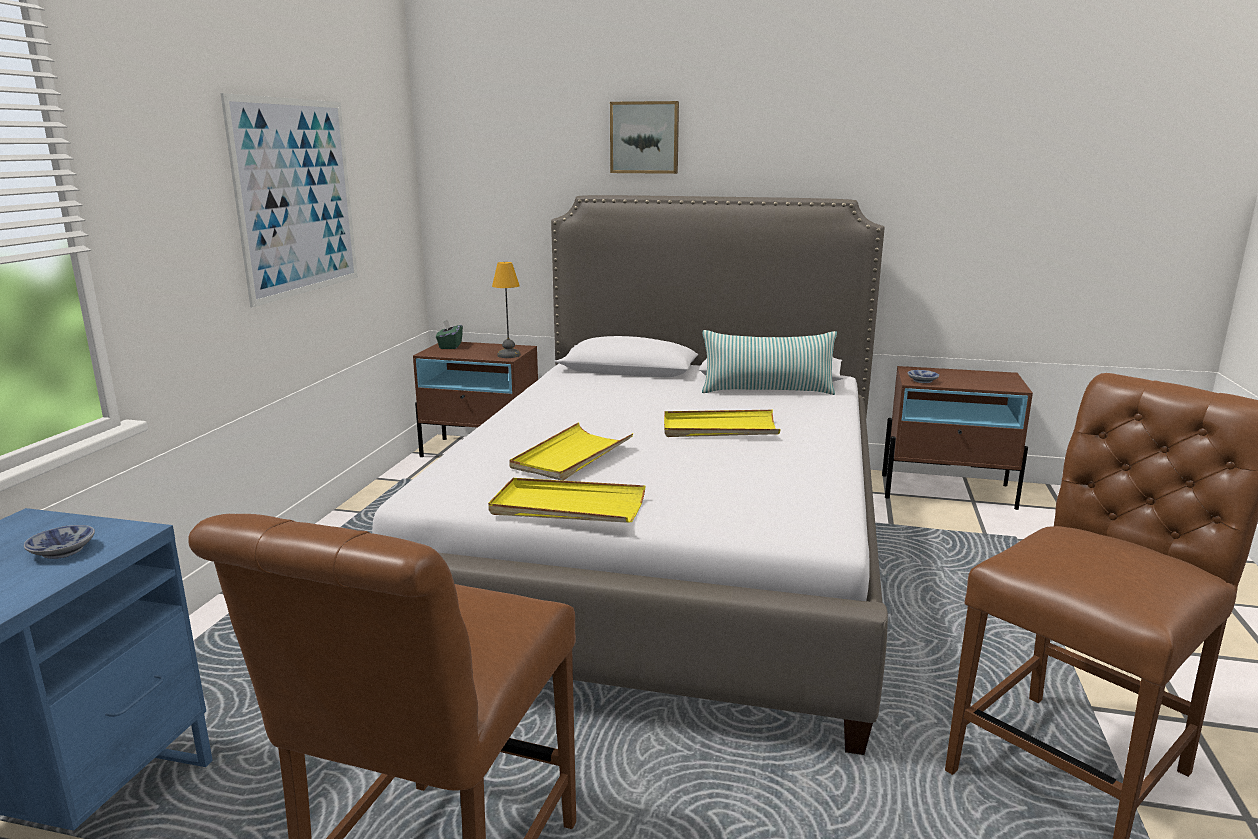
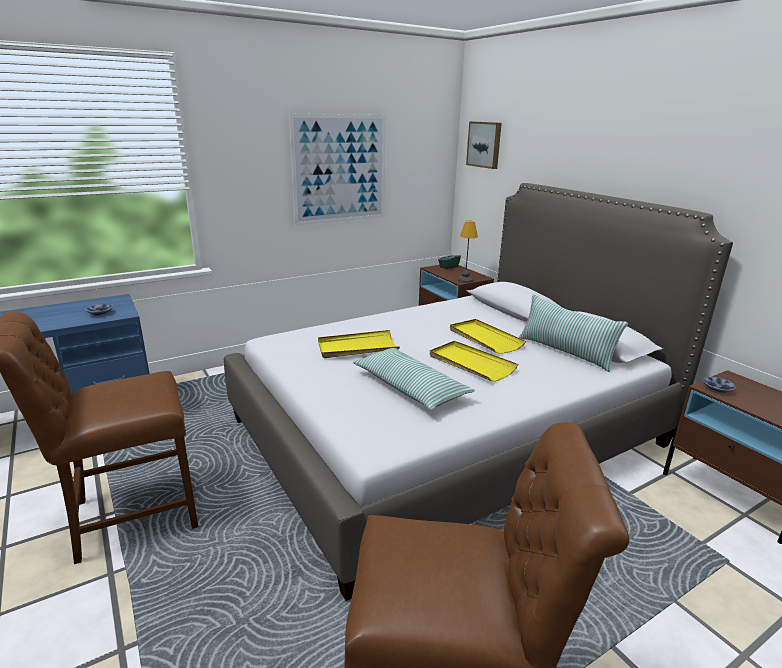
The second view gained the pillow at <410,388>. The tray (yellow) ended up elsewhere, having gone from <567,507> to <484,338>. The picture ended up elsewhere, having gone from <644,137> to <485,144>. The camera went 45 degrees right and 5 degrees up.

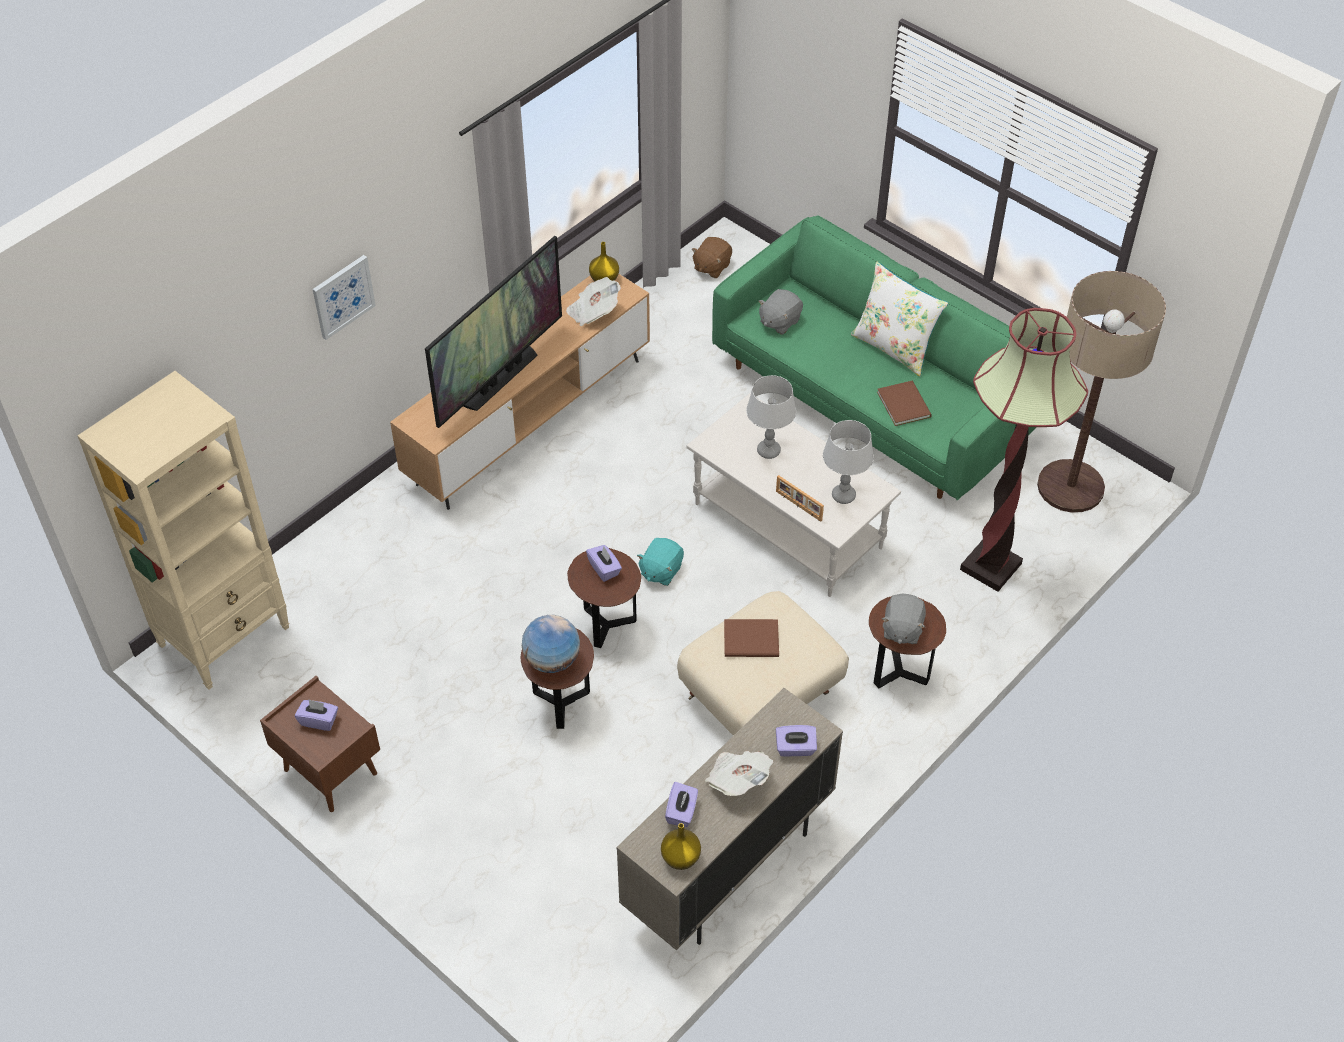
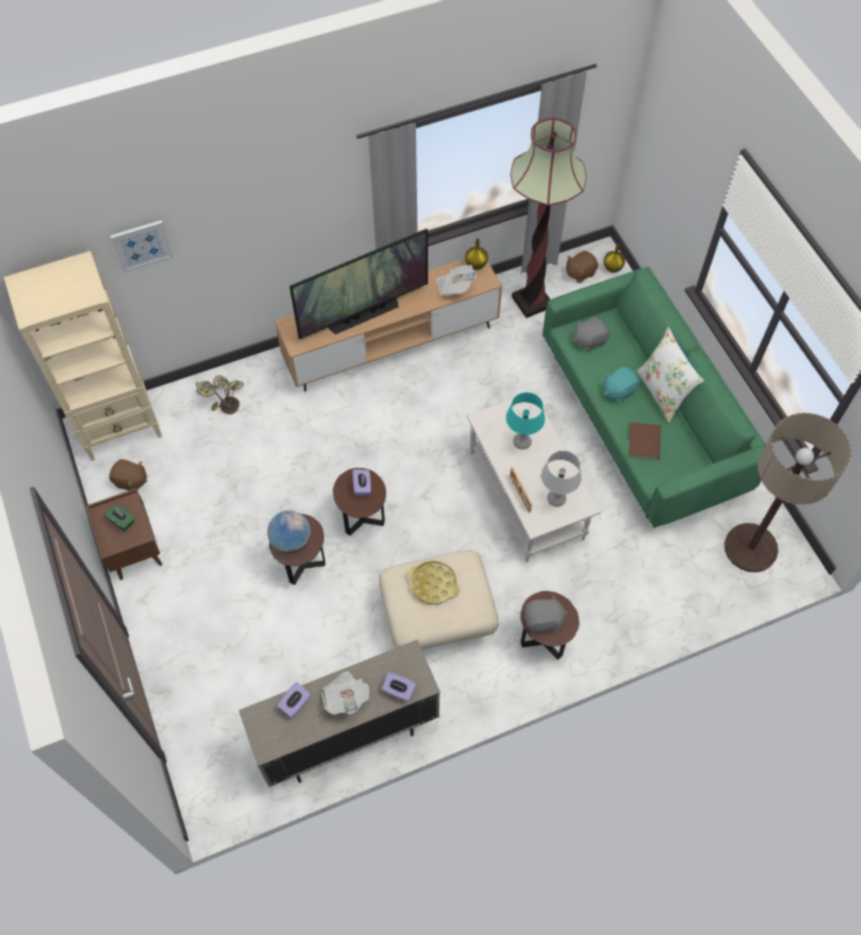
The second view gained the plush toy (brown) at <131,481>. The second view gained the potted plant at <221,398>. The picture ended up elsewhere, having gone from <343,296> to <141,245>. The plush toy (turquoise) ended up elsewhere, having gone from <660,571> to <619,390>. The vase (yellow) ended up elsewhere, having gone from <679,858> to <612,267>. The floor lamp ended up elsewhere, having gone from <991,567> to <532,302>. Where the book (brown) stood at <753,641>, the tray (yellow) came to stand at <433,584>. What was the tissue box (purple) at <319,720> turned into the tissue box (green) at <122,521>. What was the table lamp (grey) at <769,451> turned into the table lamp (turquoise) at <522,442>. The plush toy (grey) at <901,629> ended up facing another way, 135 degrees counterclockwise from before. The camera went 25 degrees right and 10 degrees up.

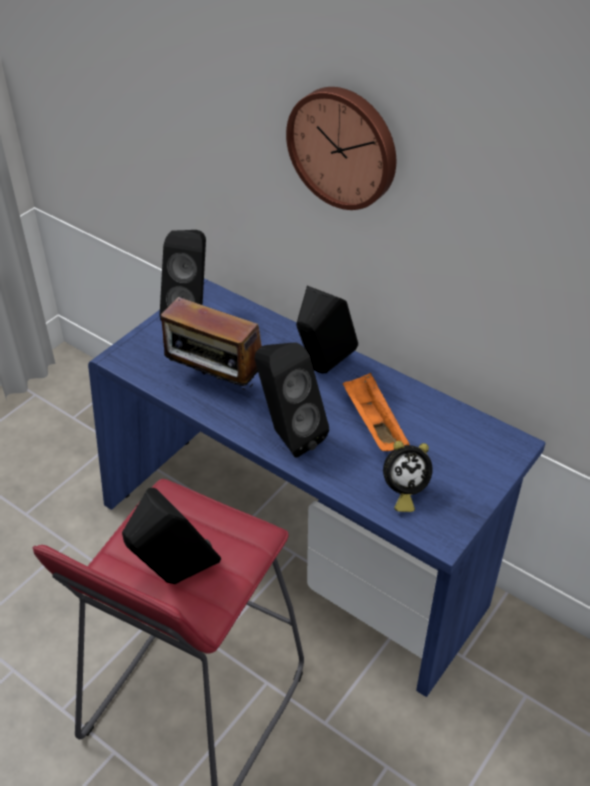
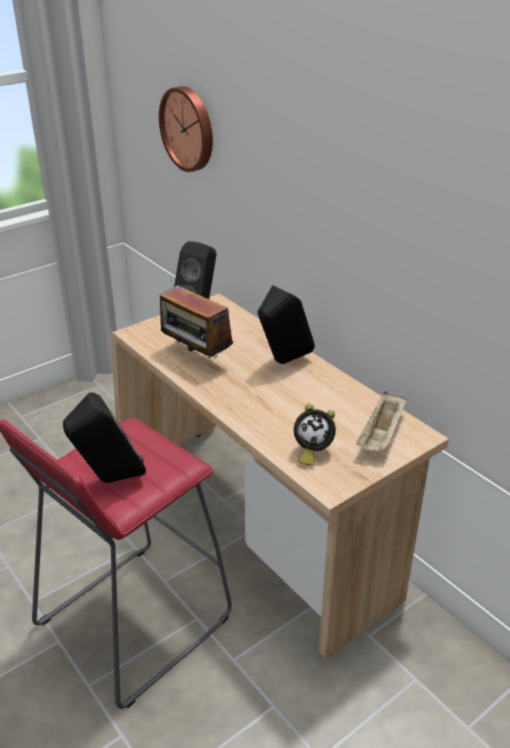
The second view lost the speaker (black) at <287,435>. The second view lost the tray (orange) at <373,424>. The second view gained the tray (beige) at <381,435>. The wall clock ended up elsewhere, having gone from <344,147> to <189,129>. What was the desk (blue) at <295,552> turned into the desk (beige) at <255,527>. The camera went 15 degrees right and 10 degrees down.

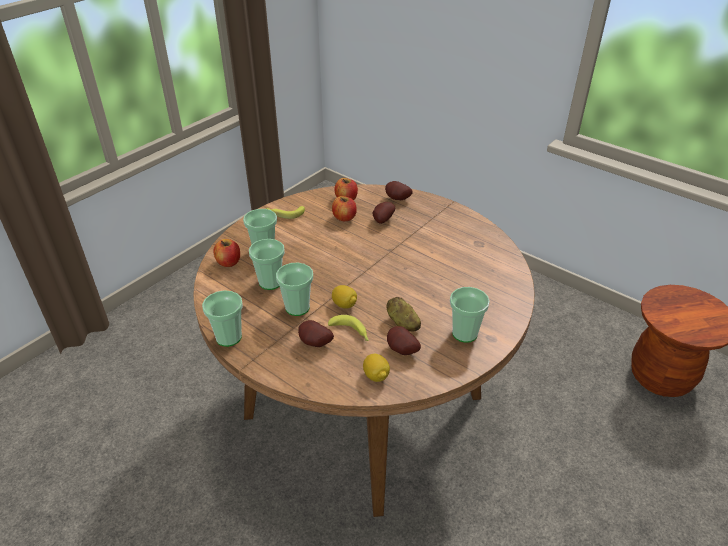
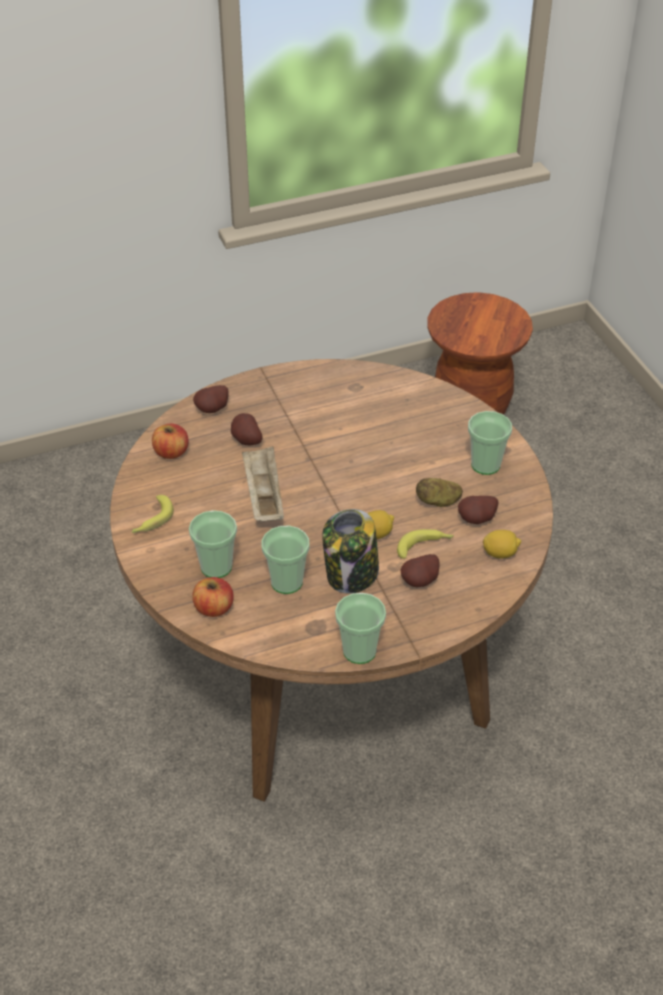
The second view lost the apple at <344,217>. The second view gained the tray (beige) at <263,496>. Where the cup stood at <297,307>, the jar came to stand at <351,574>. The camera went 60 degrees left and 5 degrees up.

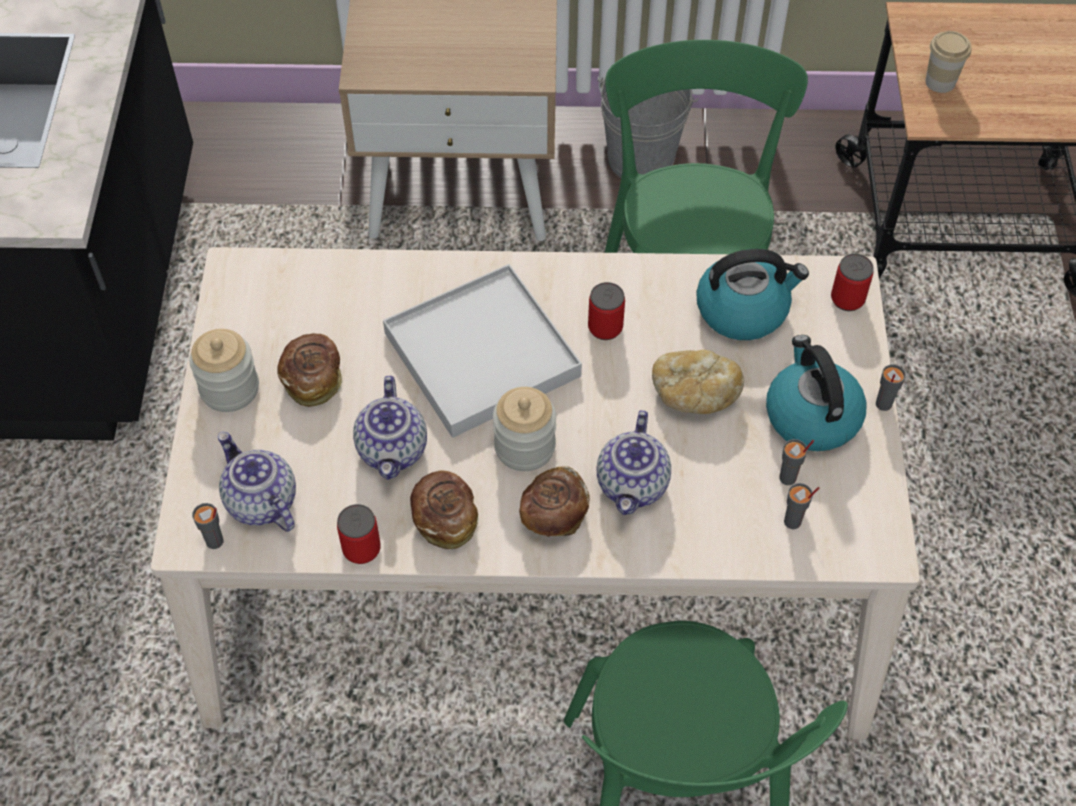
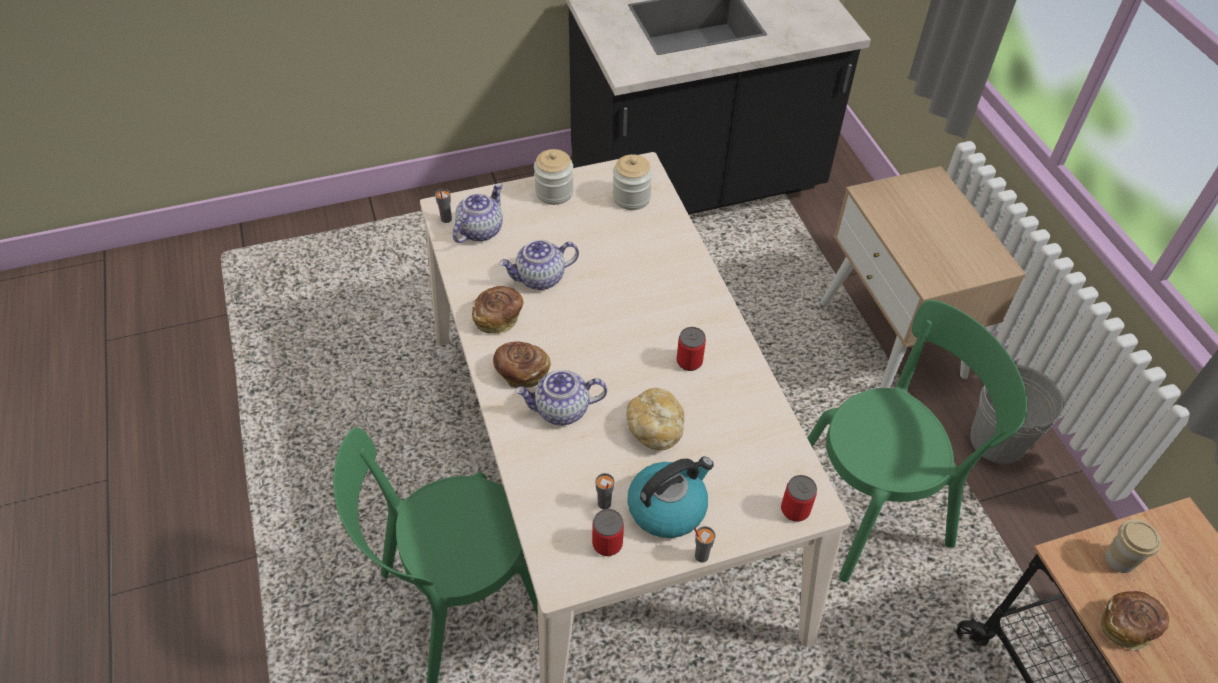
The second view lost the tray (white) at <482,355>. The second view lost the kettle at <743,309>. The second view lost the cup (grey) at <793,522>. The bread ended up elsewhere, having gone from <313,379> to <1128,625>. The can ended up elsewhere, having gone from <361,549> to <607,544>. The jar ended up elsewhere, having gone from <524,446> to <631,198>. The camera went 70 degrees right and 5 degrees down.

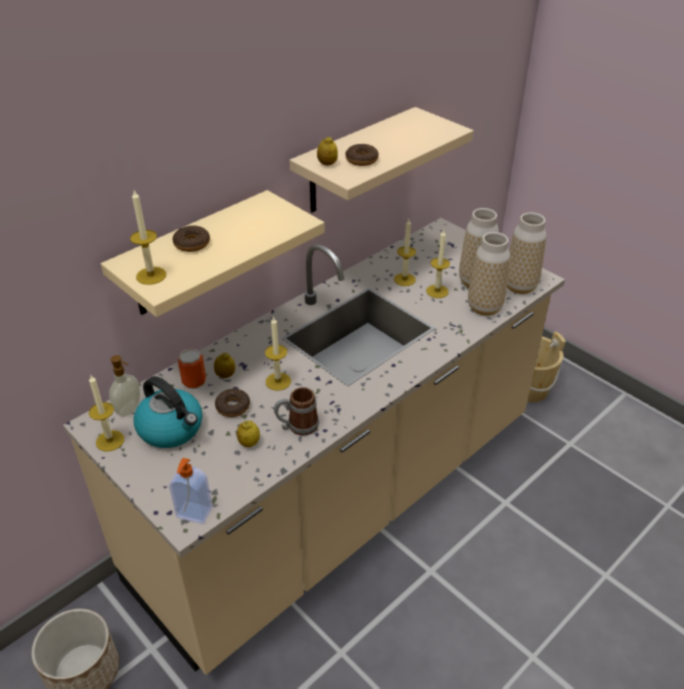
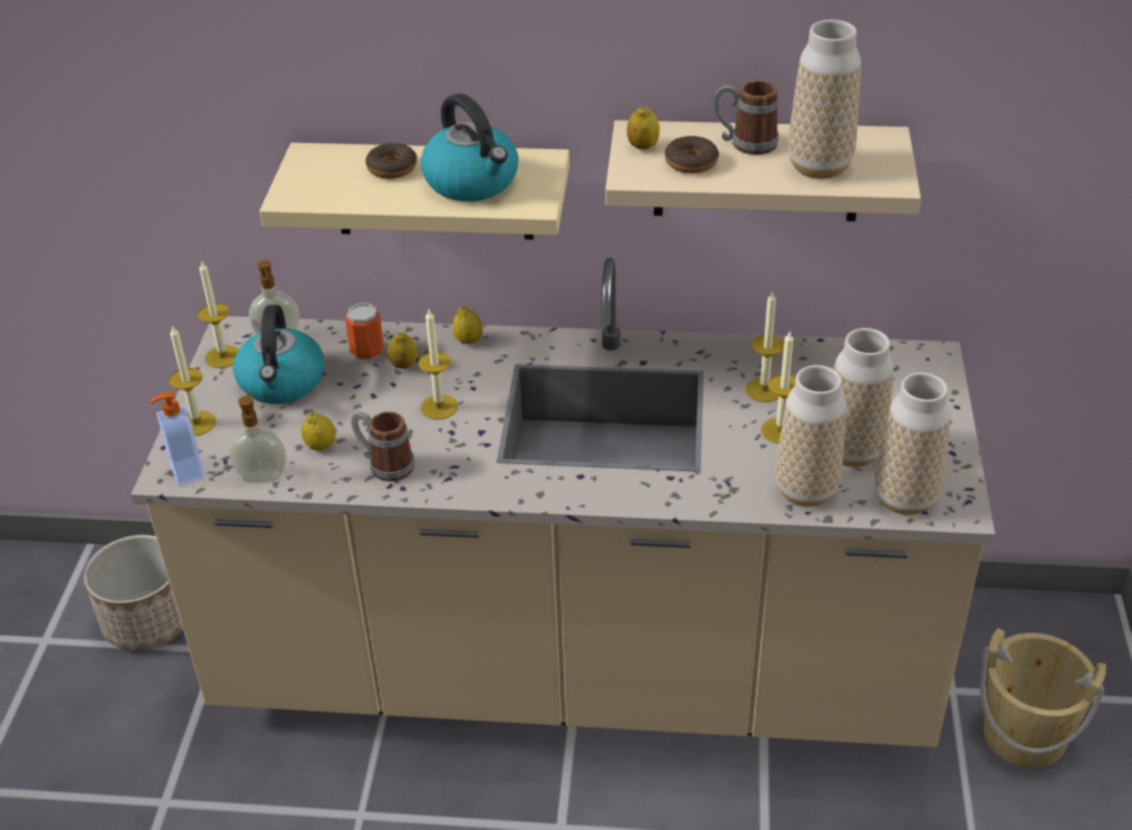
The second view lost the donut at <233,407>. The second view gained the soap dispenser at <262,476>. The second view gained the kettle at <473,182>. The second view gained the lemon at <468,340>. The second view gained the mug at <745,143>. The second view gained the vase at <819,167>. The candle ended up elsewhere, having gone from <151,275> to <197,423>. The camera went 50 degrees right and 0 degrees up.

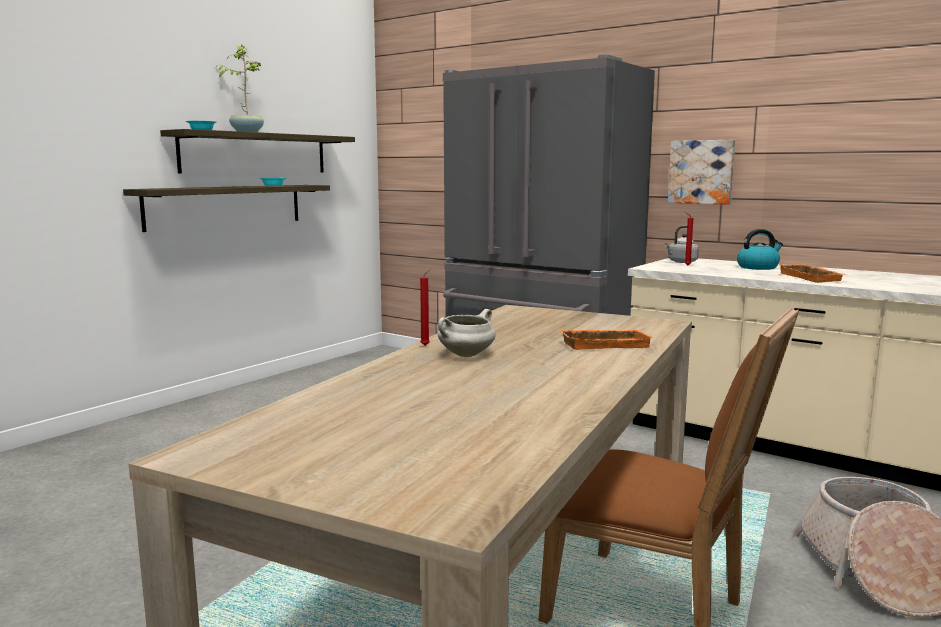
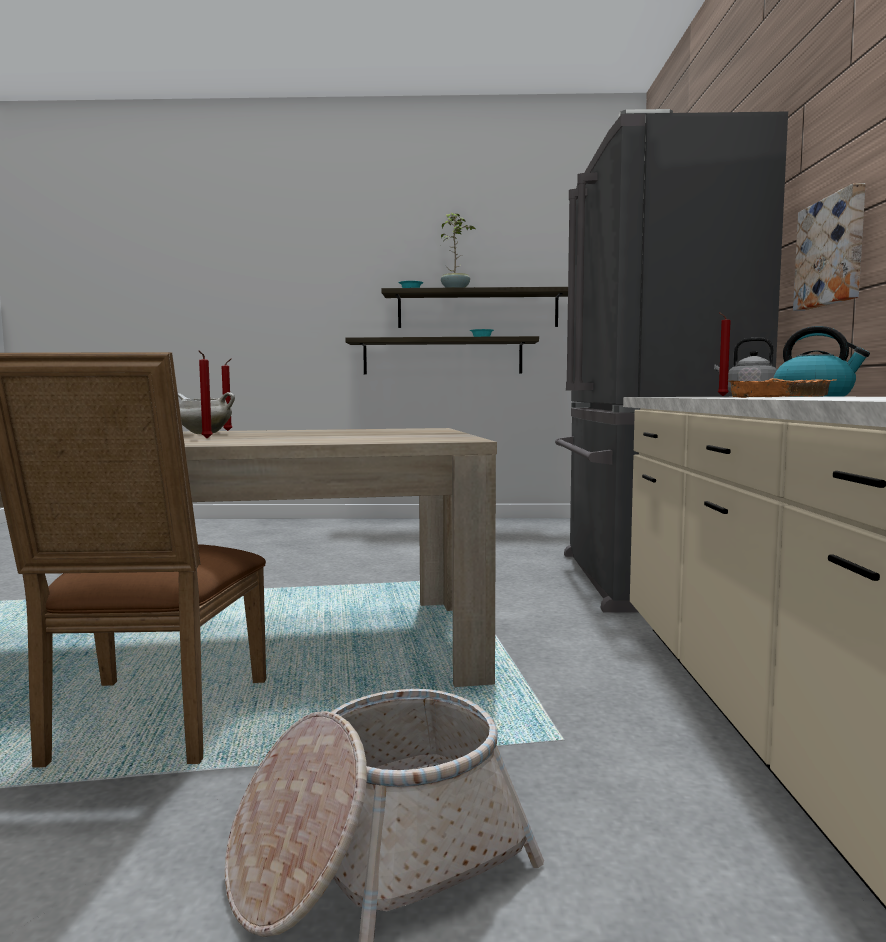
The second view lost the tray (orange) at <605,344>. The second view gained the candle (red) at <206,438>. The camera went 55 degrees right and 5 degrees down.

